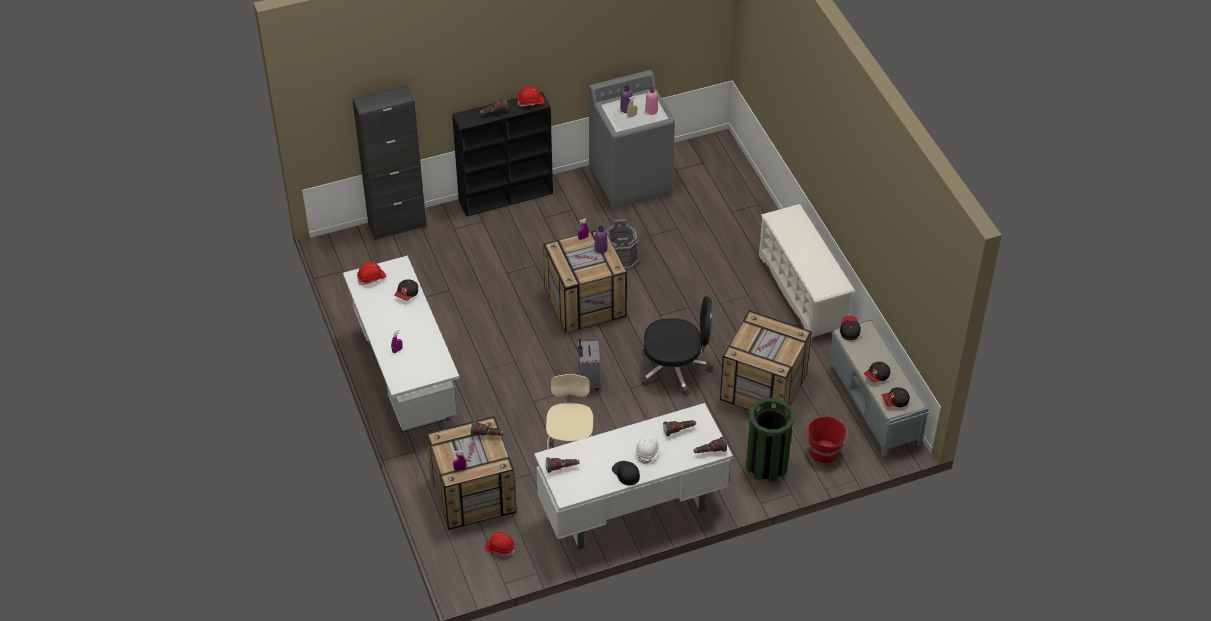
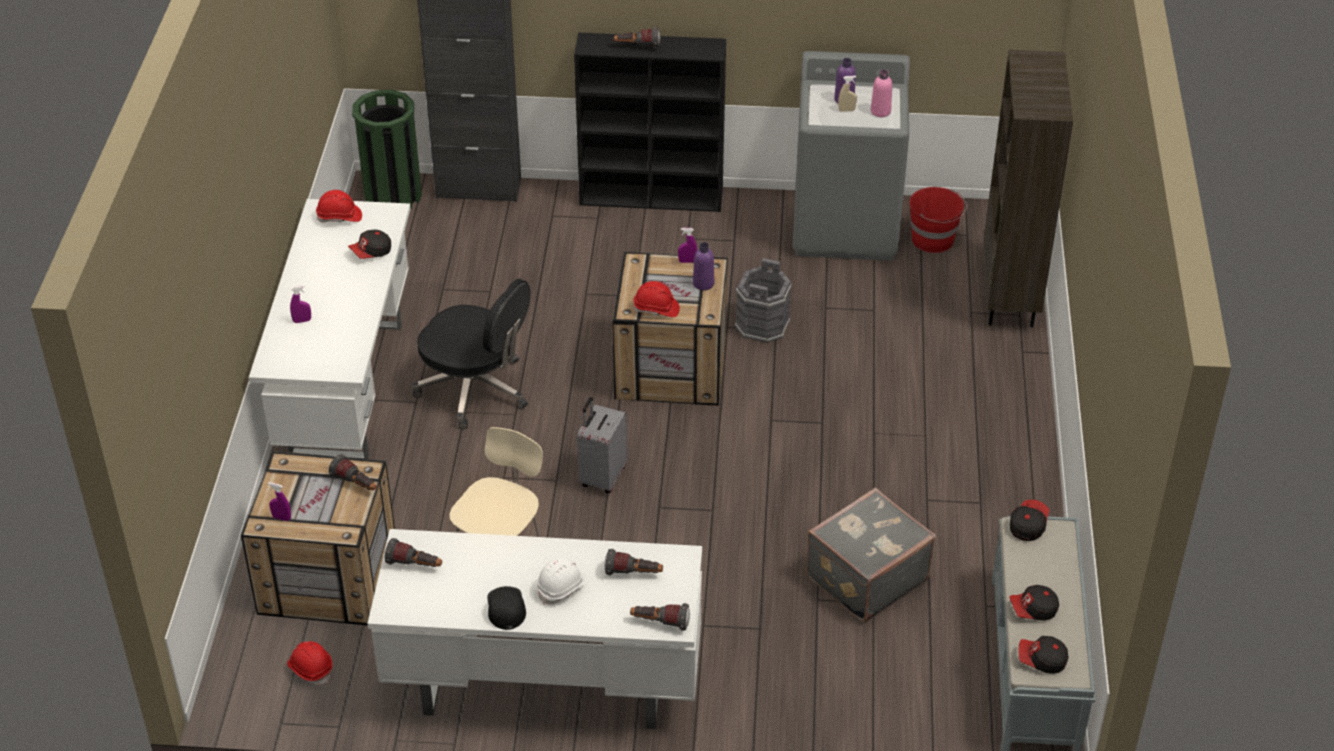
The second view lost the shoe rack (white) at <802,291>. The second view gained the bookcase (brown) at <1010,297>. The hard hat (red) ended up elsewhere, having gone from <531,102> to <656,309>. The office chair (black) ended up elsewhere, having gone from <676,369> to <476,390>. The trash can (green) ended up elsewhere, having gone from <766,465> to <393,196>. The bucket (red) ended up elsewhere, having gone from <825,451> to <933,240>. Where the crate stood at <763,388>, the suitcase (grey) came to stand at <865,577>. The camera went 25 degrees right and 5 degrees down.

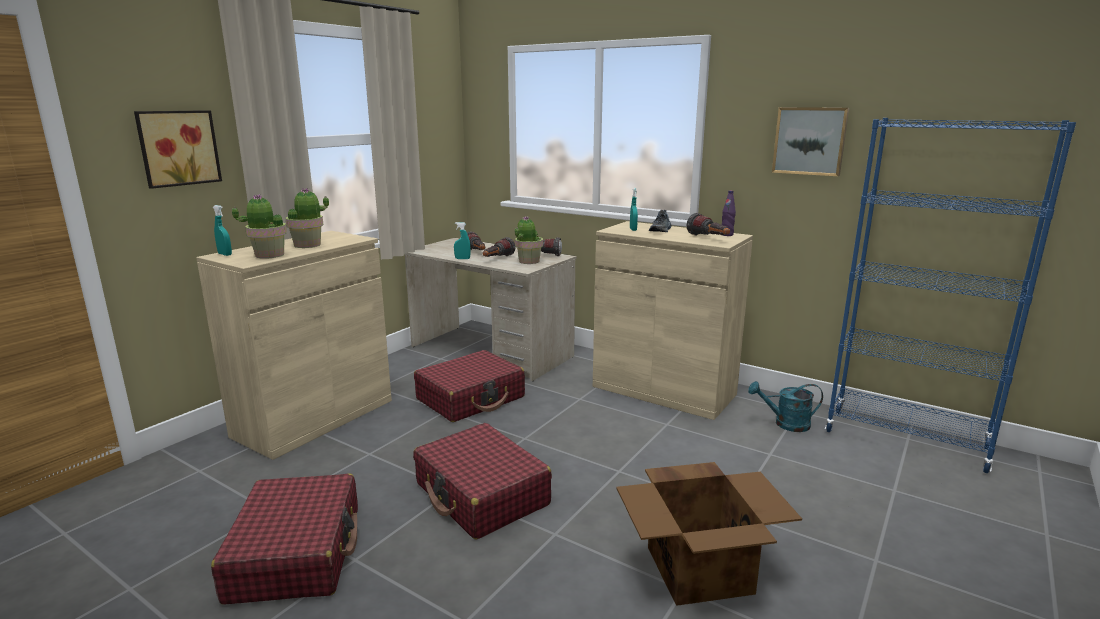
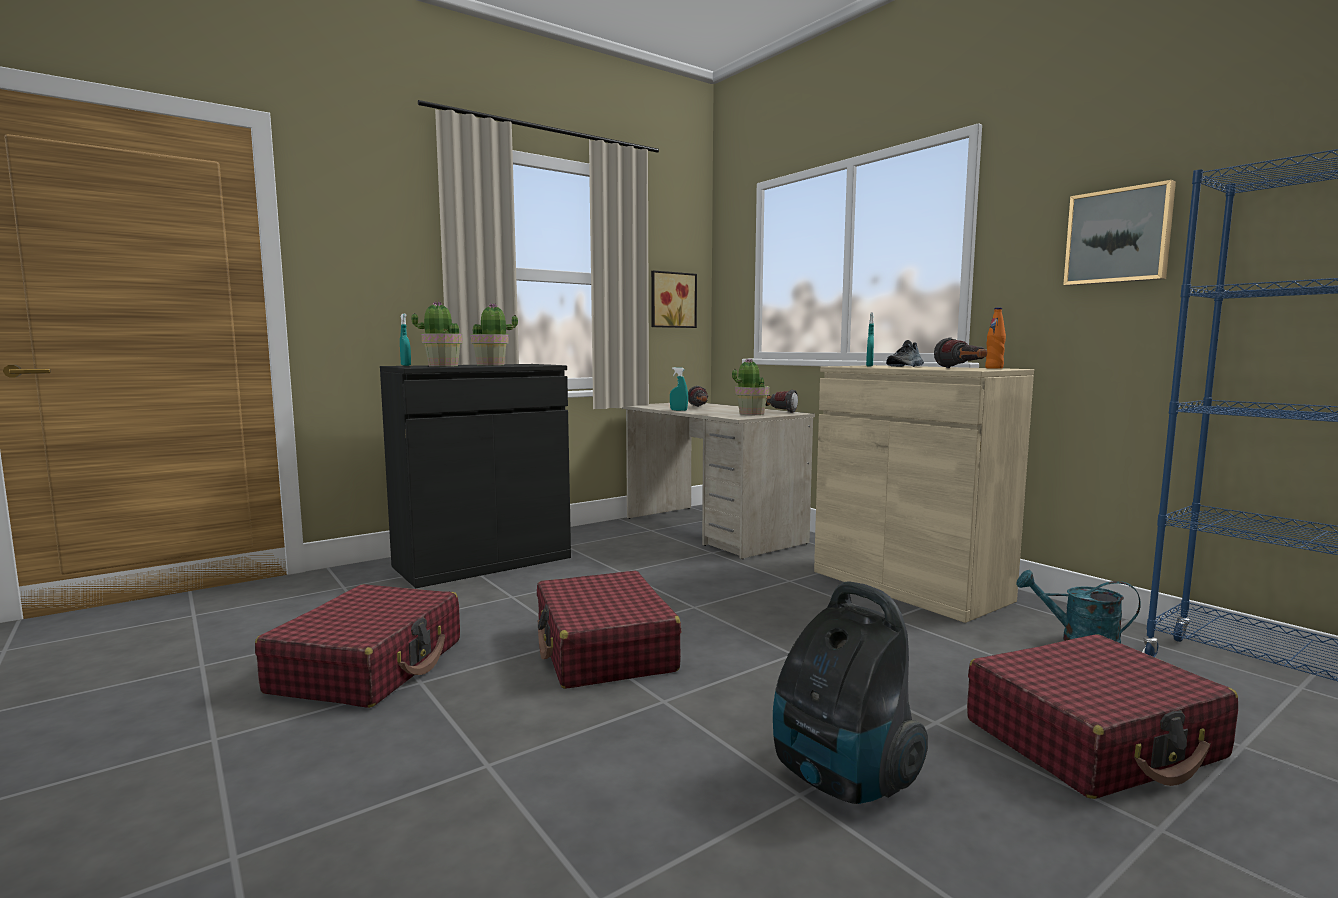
The second view lost the flashlight at <497,259>. The picture ended up elsewhere, having gone from <177,148> to <672,300>. The suitcase (red) ended up elsewhere, having gone from <471,398> to <1094,739>. Where the cardboard box stood at <701,570>, the vacuum cleaner came to stand at <841,778>. What was the cabinet (beige) at <314,418> turned into the cabinet (black) at <483,562>. What was the bottle (purple) at <727,235> turned into the bottle (orange) at <994,368>. The camera went 20 degrees right and 10 degrees down.

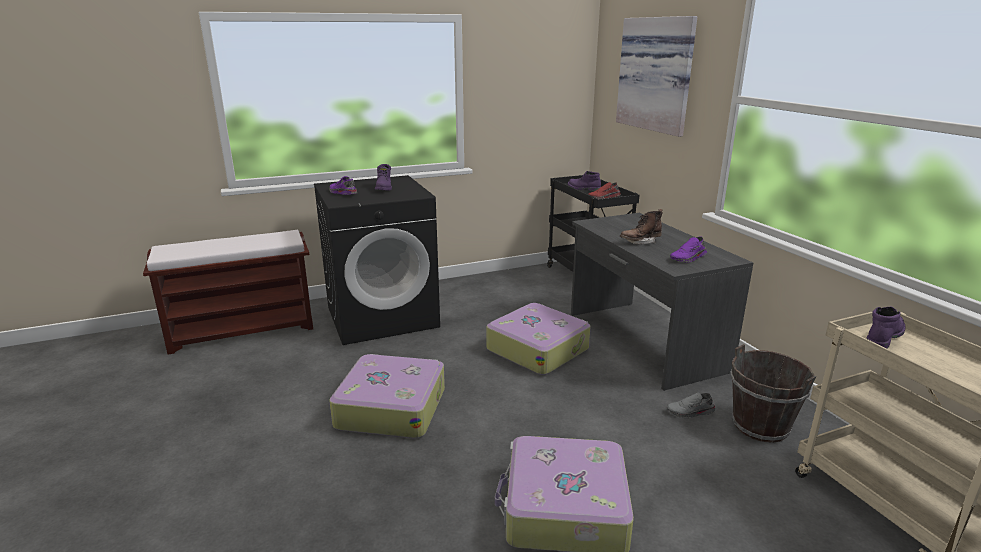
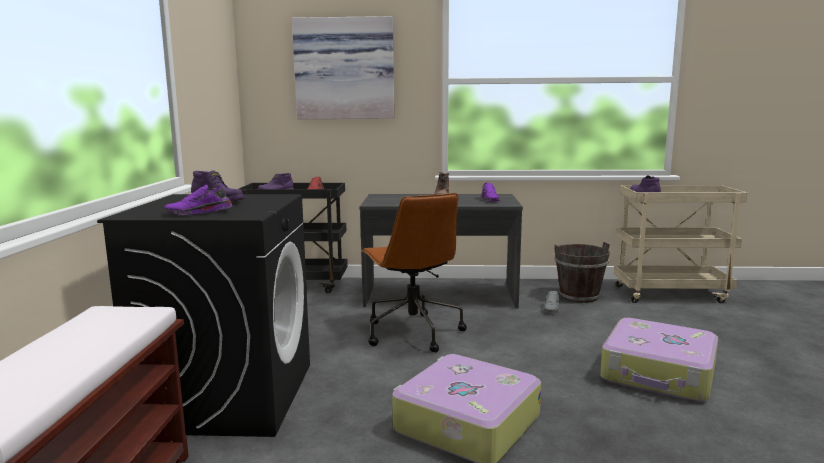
Where the suitcase stood at <538,349>, the office chair (brown) came to stand at <412,332>. The camera went 65 degrees left and 10 degrees down.

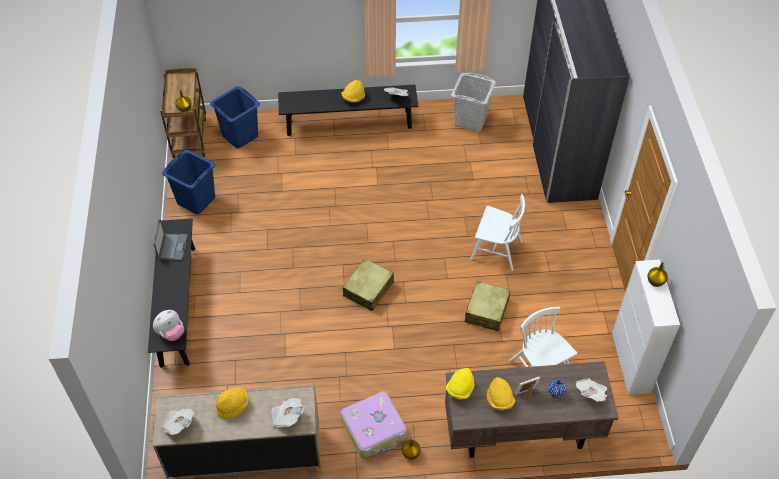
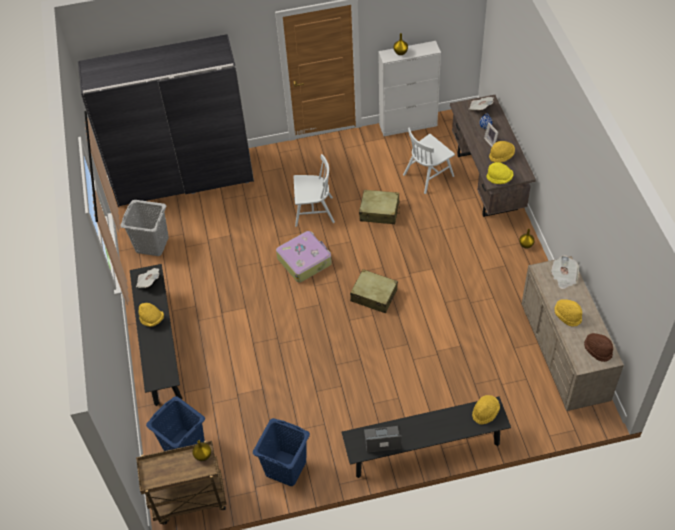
The suitcase ended up elsewhere, having gone from <374,429> to <304,260>. Where the plush toy stood at <171,333>, the hat (yellow) came to stand at <485,412>. Where the newspaper stood at <179,424>, the hat (brown) came to stand at <597,350>. The chair (white) at <496,250> ended up facing another way, 75 degrees clockwise from before. The camera went 95 degrees left and 0 degrees up.

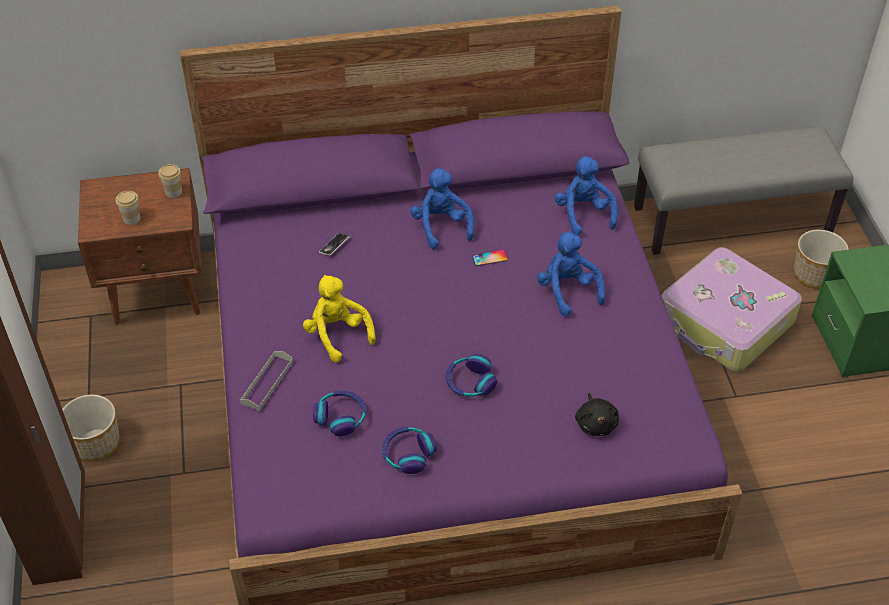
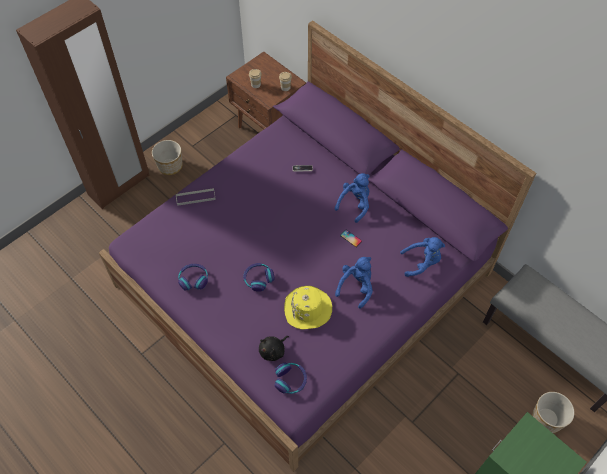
The second view lost the plush toy (yellow) at <337,334>. The second view lost the suitcase at <725,322>. The second view gained the hat (yellow) at <307,309>. The headphones ended up elsewhere, having gone from <341,417> to <290,380>. The plush toy (blue) at <583,214> ended up facing another way, 45 degrees clockwise from before. The camera went 55 degrees right and 10 degrees up.

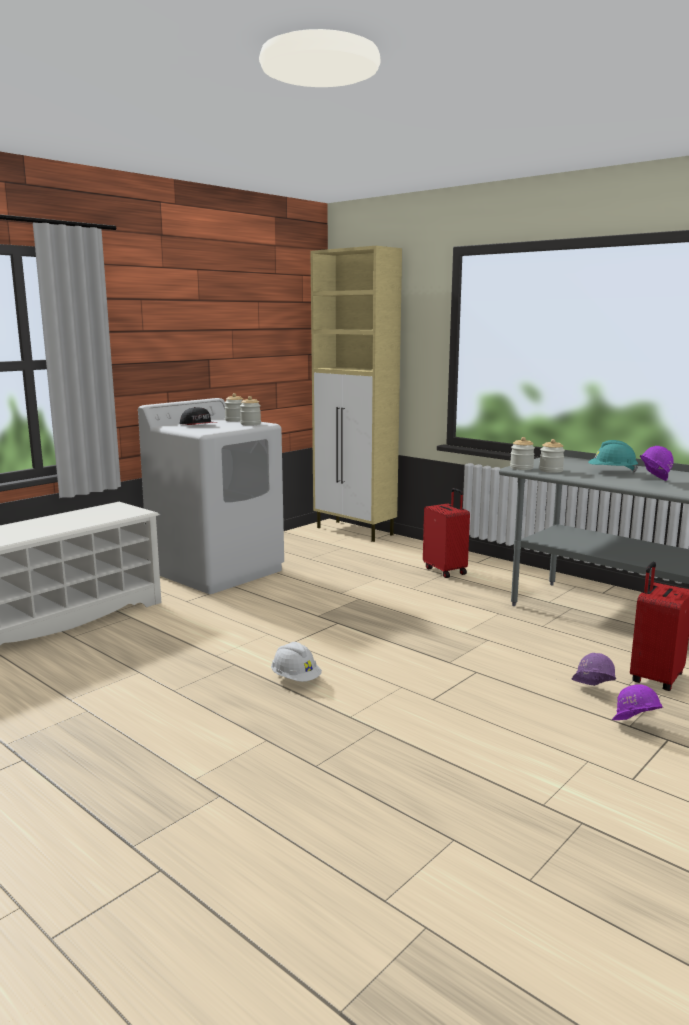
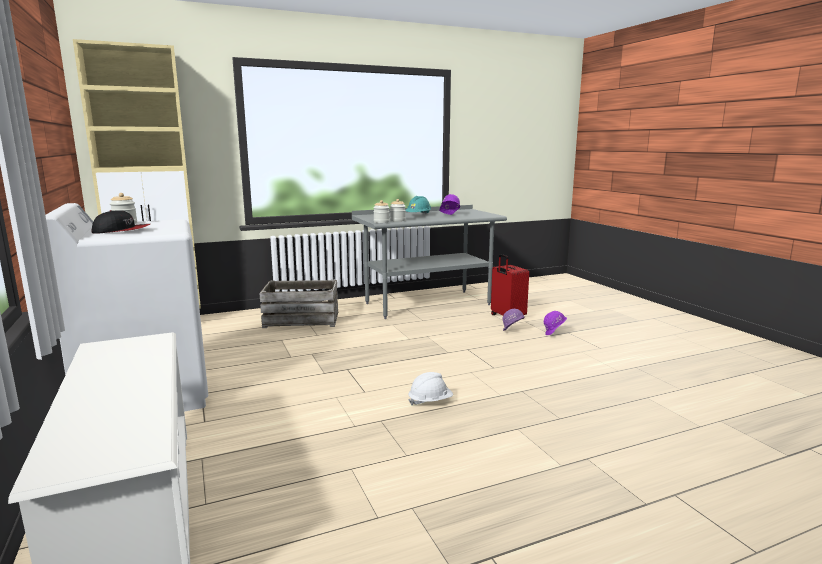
The second view lost the jar at <250,424>. Where the suitcase (red) stood at <446,571>, the crate came to stand at <302,319>. The camera went 65 degrees left and 0 degrees up.

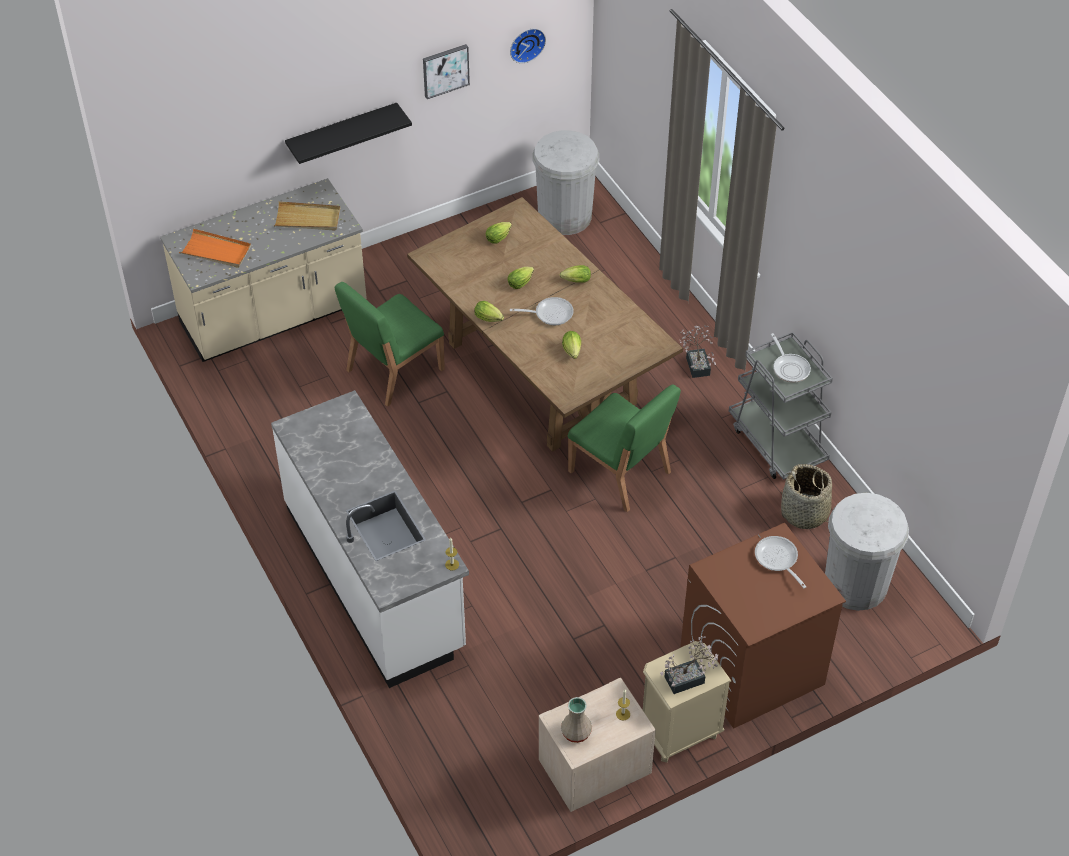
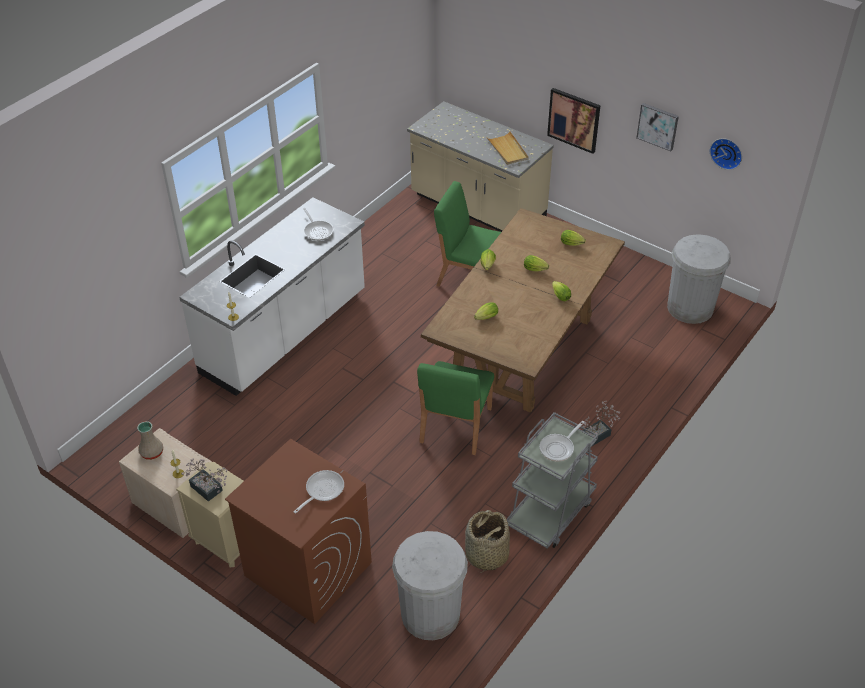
The second view lost the tray (orange) at <216,251>. The frying pan ended up elsewhere, having gone from <550,313> to <317,230>. Where the shelf (black) hung at <342,133>, the picture came to hang at <574,120>. The camera went 65 degrees right and 5 degrees down.

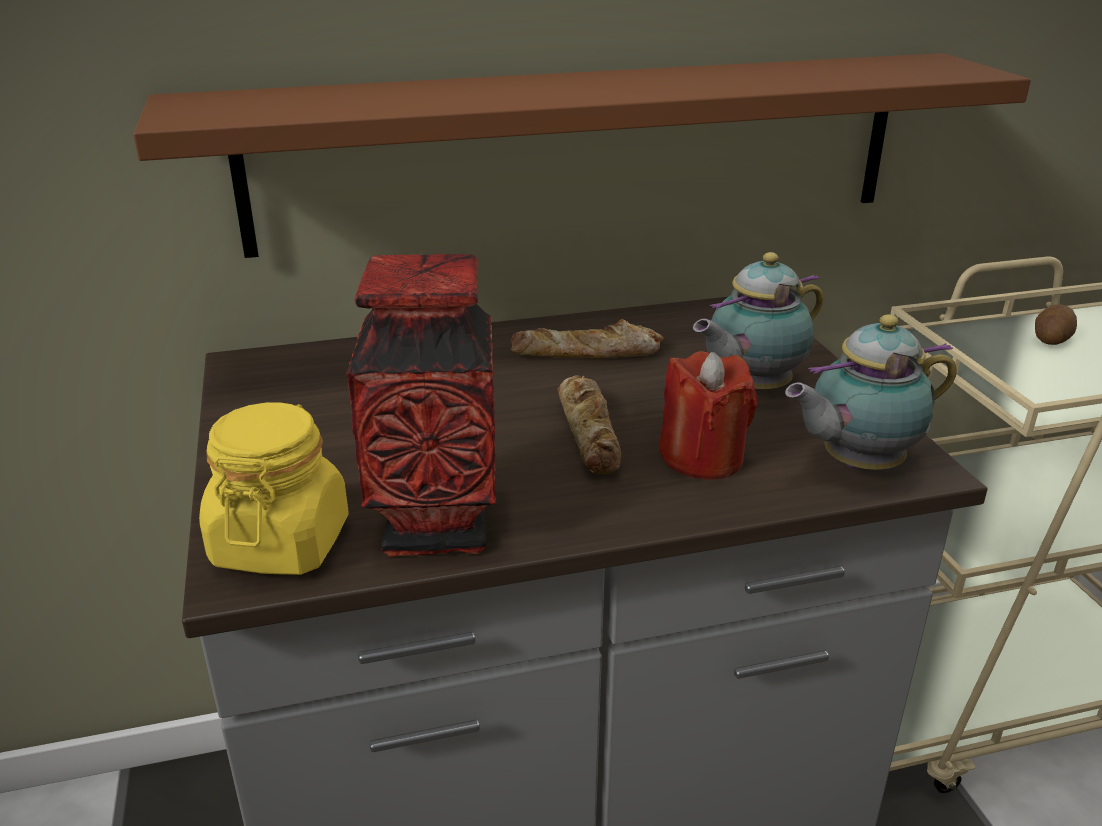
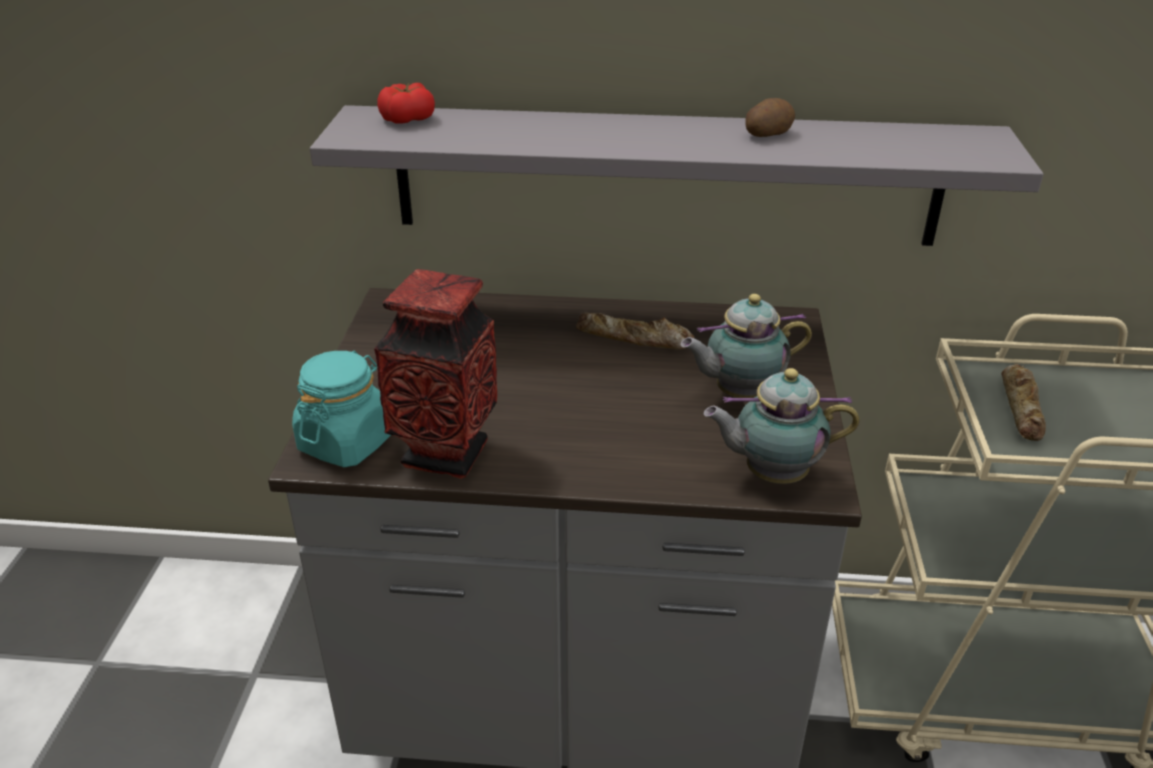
The second view lost the candle (red) at <702,458>. The second view gained the tomato at <407,119>. The bread ended up elsewhere, having gone from <590,433> to <1022,408>. The potato ended up elsewhere, having gone from <1051,339> to <767,134>. What was the shelf (brown) at <581,152> turned into the shelf (grey) at <665,176>. What was the jar (yellow) at <281,543> turned into the jar (turquoise) at <346,442>. The camera went 20 degrees right and 5 degrees up.

